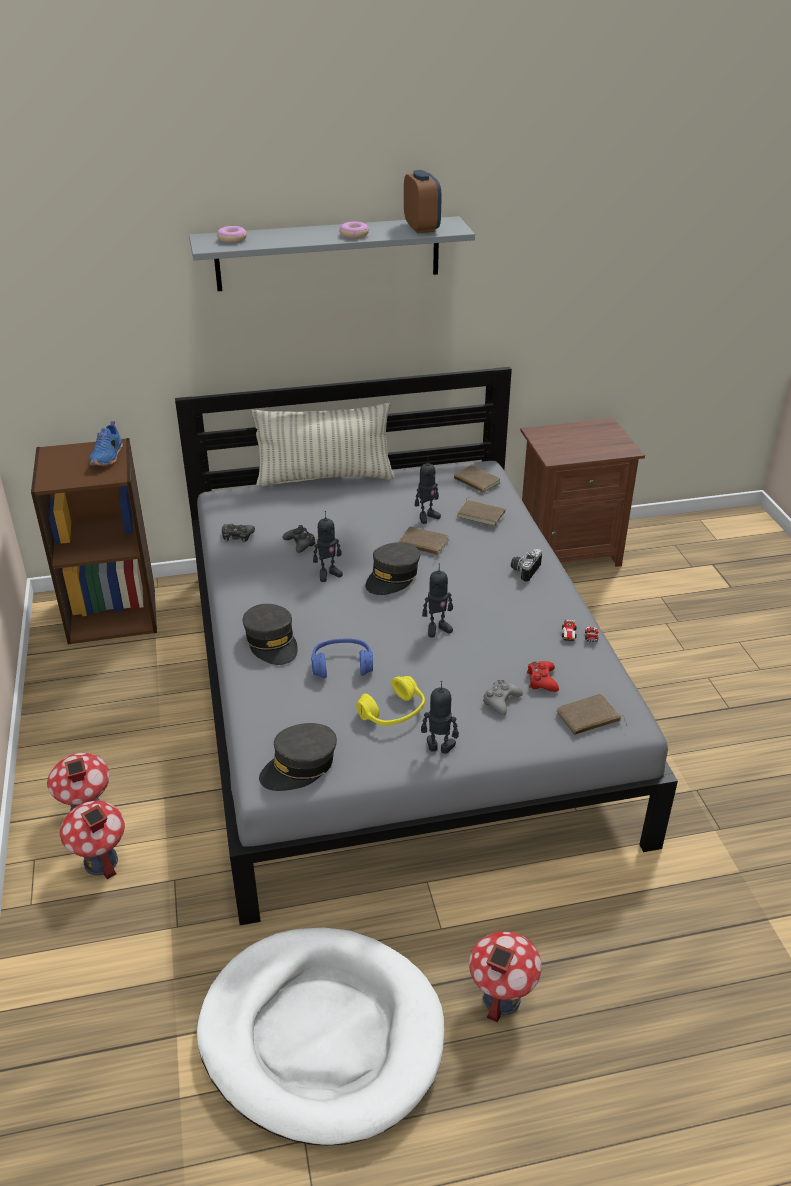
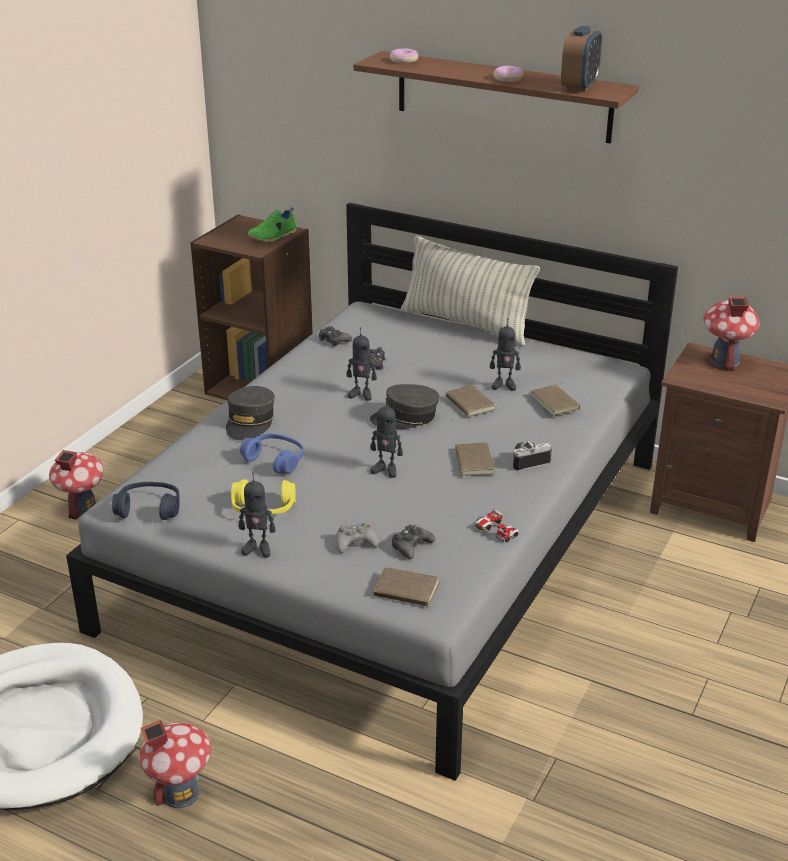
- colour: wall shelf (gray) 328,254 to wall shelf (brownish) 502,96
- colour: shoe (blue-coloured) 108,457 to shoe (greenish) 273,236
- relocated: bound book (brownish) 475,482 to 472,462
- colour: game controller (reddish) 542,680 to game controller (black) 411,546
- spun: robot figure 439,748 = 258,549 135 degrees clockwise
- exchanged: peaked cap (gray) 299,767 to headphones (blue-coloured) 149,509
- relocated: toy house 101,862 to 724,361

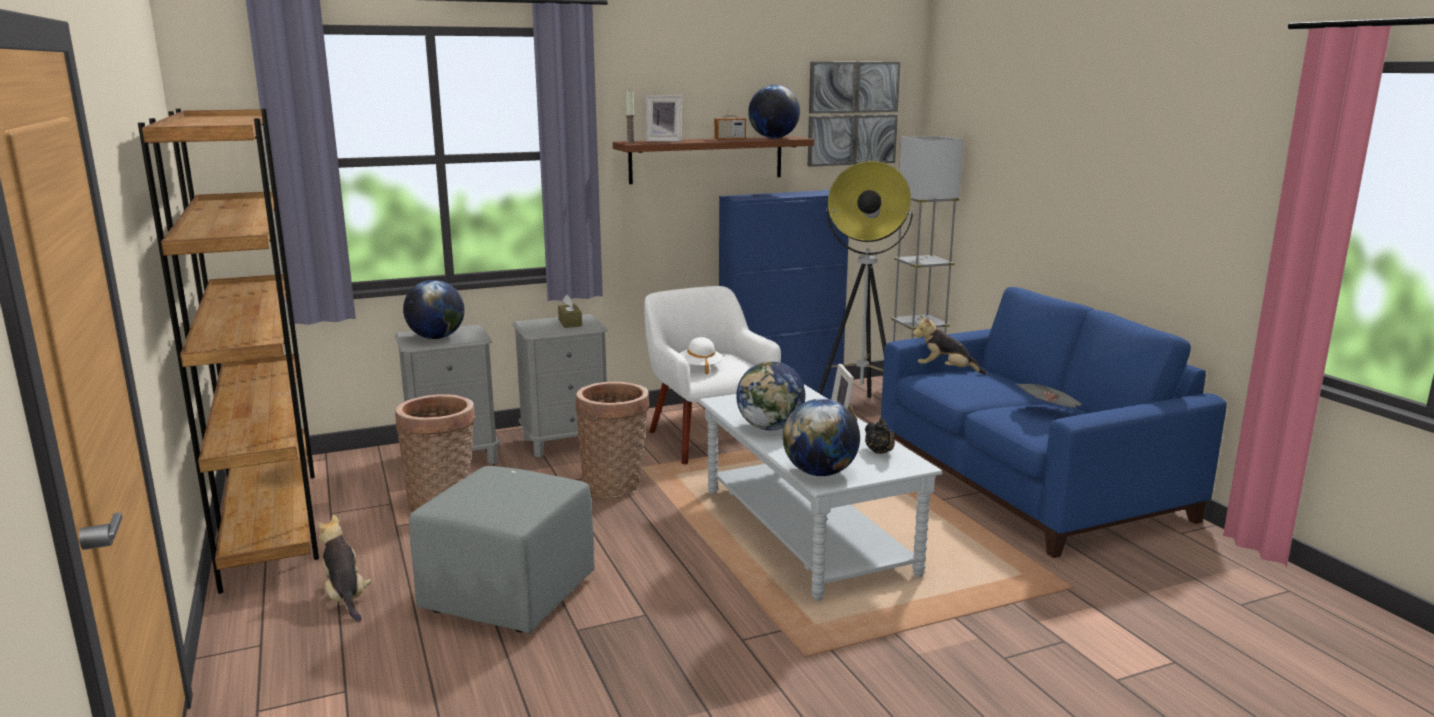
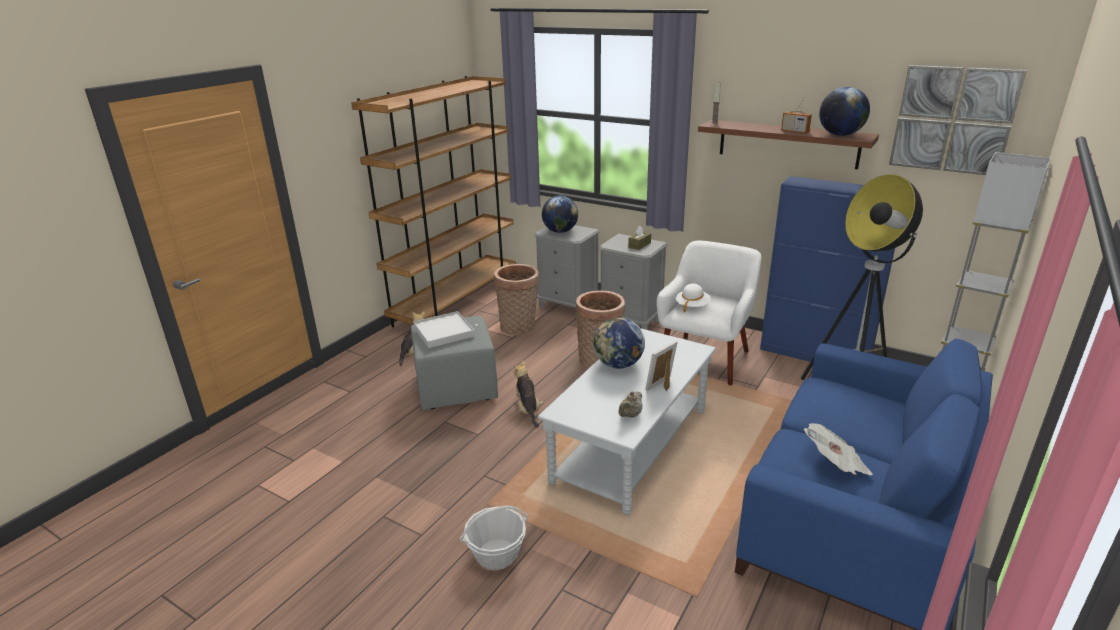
- missing: picture frame 664,141
- relocated: soft toy 946,371 to 528,410
- missing: world globe 820,473
- colour: tea pot (black) 879,452 to tea pot (beige) 630,415
- appeared: tray (white-coloured) 444,332
- appeared: household basket 496,554

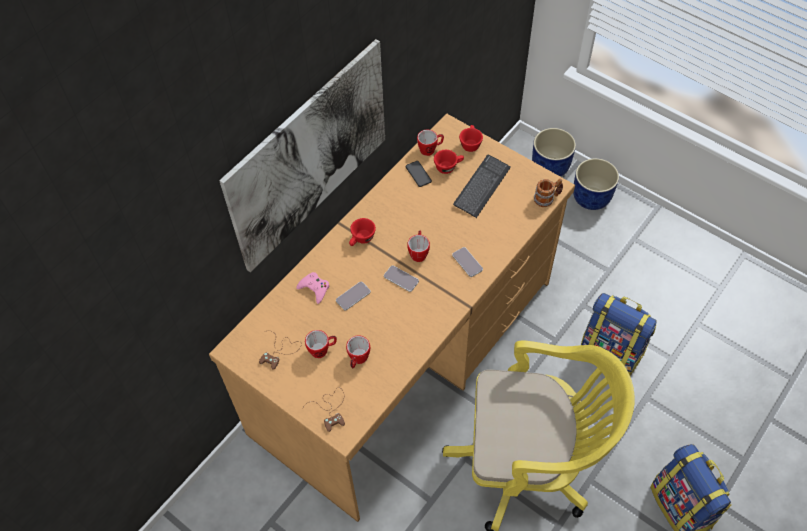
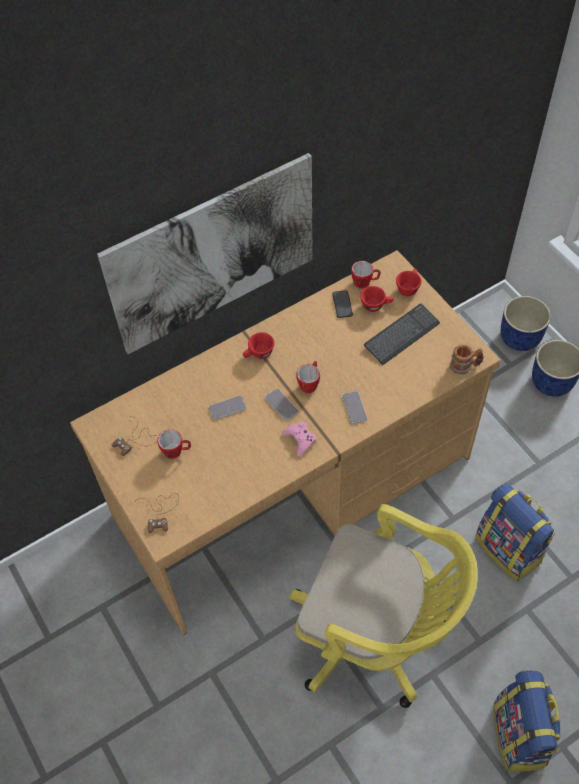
- relocated: game controller (pink) 314,288 to 300,439
- missing: mug 358,360

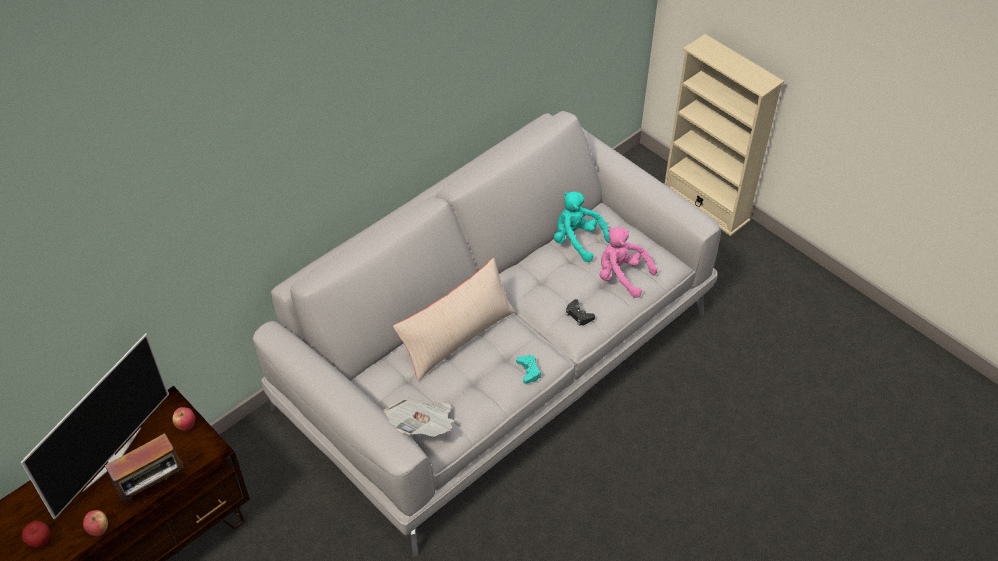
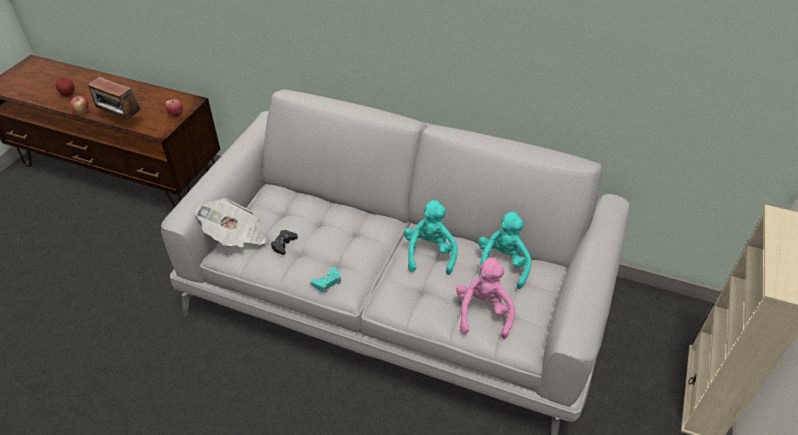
- missing: cushion (beige) 457,336
- relocated: game controller (black) 578,315 to 284,244
- missing: television 111,458
- appeared: soft toy (turquoise) 430,253

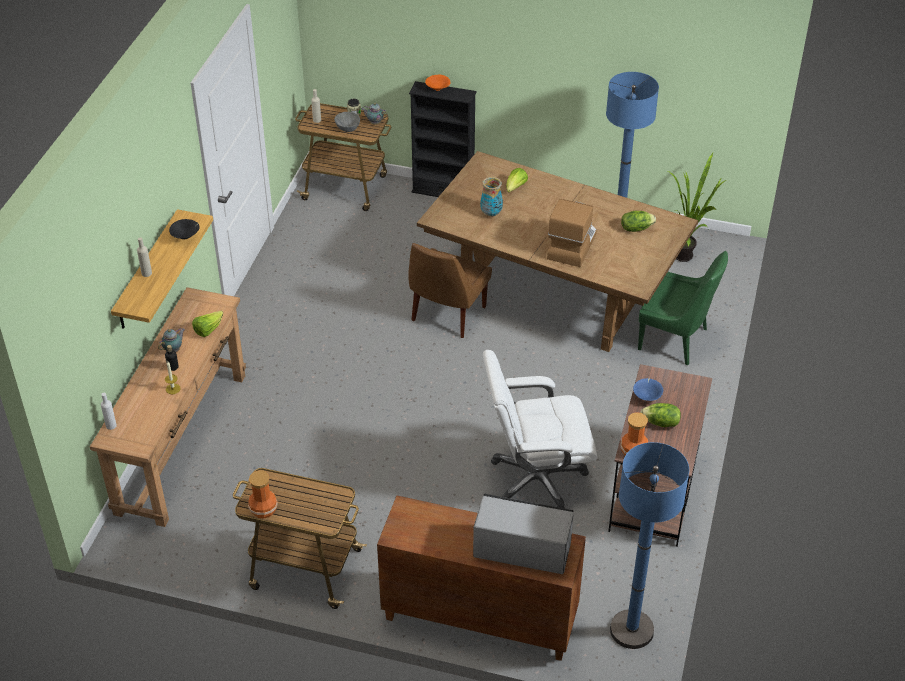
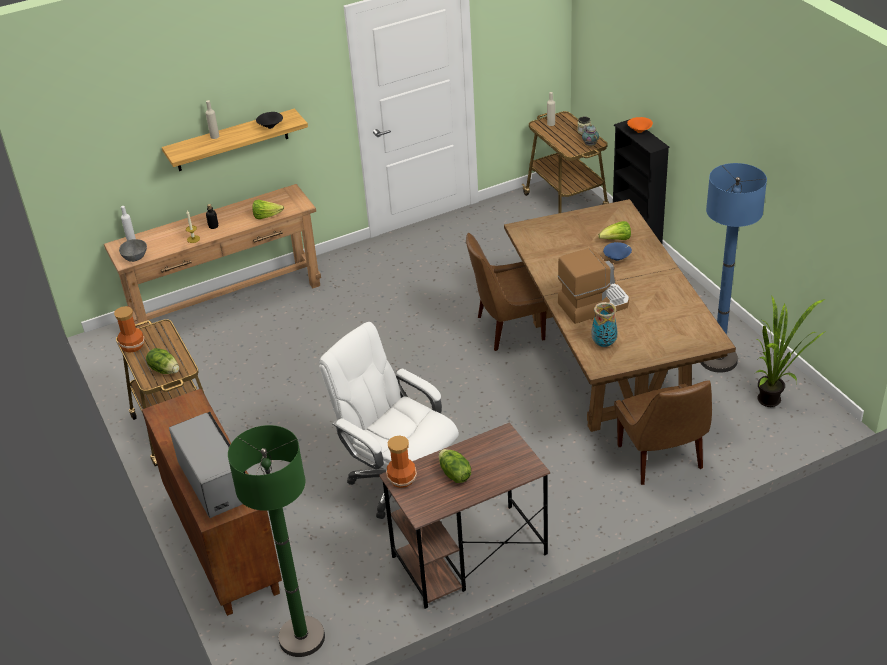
- relocated: bowl (gray) 347,128 to 135,257
- relocated: decorative vase 491,213 to 604,344
- relocated: lettuce 636,228 to 165,369
- colour: chair (greenish) 675,340 to chair (brownish) 661,459
- missing: tea pot 174,350
- relocated: bowl (blue-coloured) 647,396 to 617,258
- colour: standing lamp (blue-coloured) 631,630 to standing lamp (greenish) 301,637

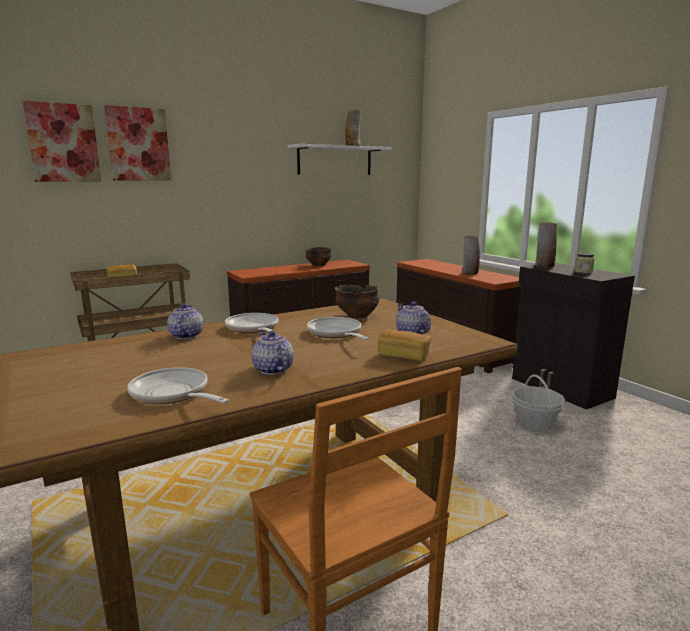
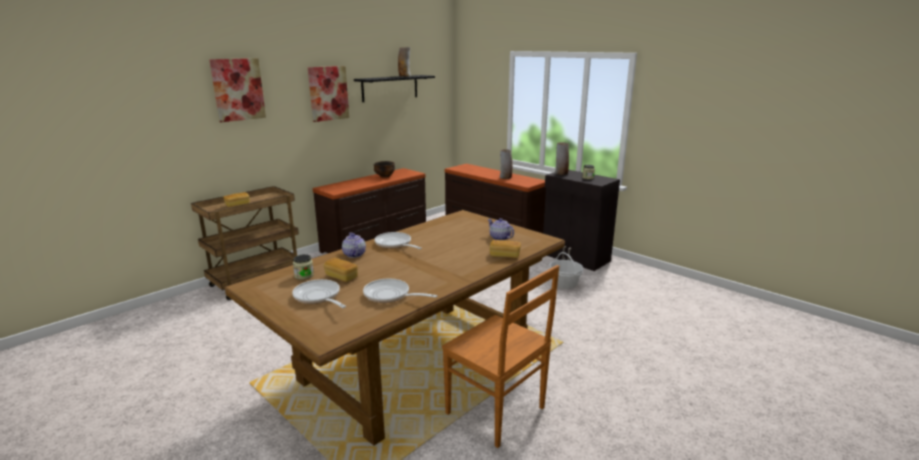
- relocated: picture 63,143 to 328,93
- colour: wall shelf (white-coloured) 335,160 to wall shelf (black) 390,88
- missing: bowl 357,316
- relocated: skillet 336,333 to 318,297
- missing: tea pot 273,369
- appeared: storage jar 304,275
- appeared: baked bread 341,277

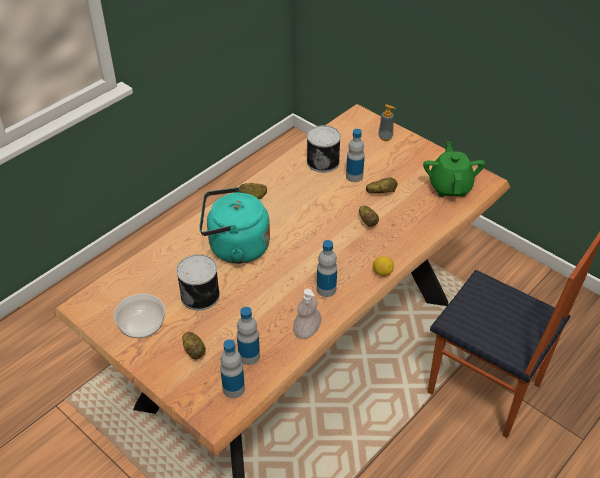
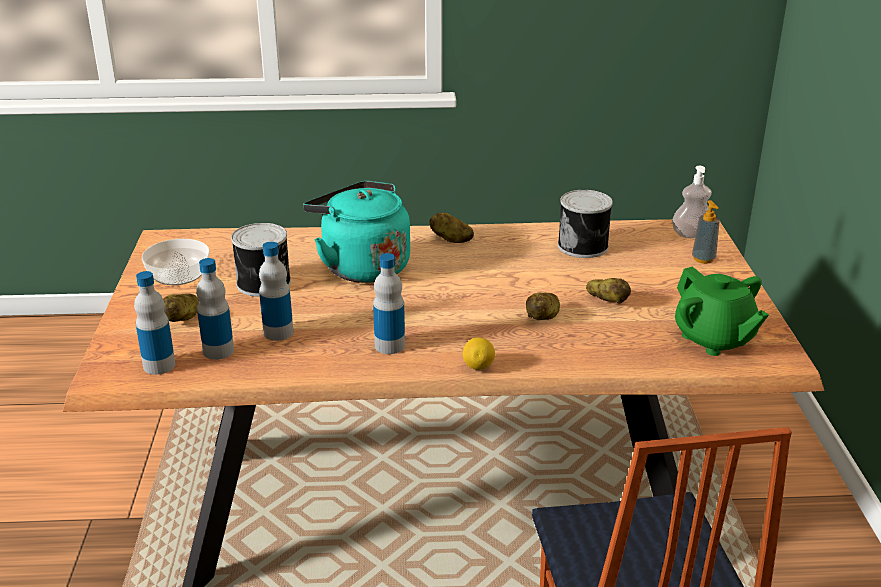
- relocated: bottle 354,176 to 278,332
- spun: tea pot (greenish) 450,187 = 714,339 105 degrees clockwise
- relocated: liquid soap bottle 307,331 to 691,234

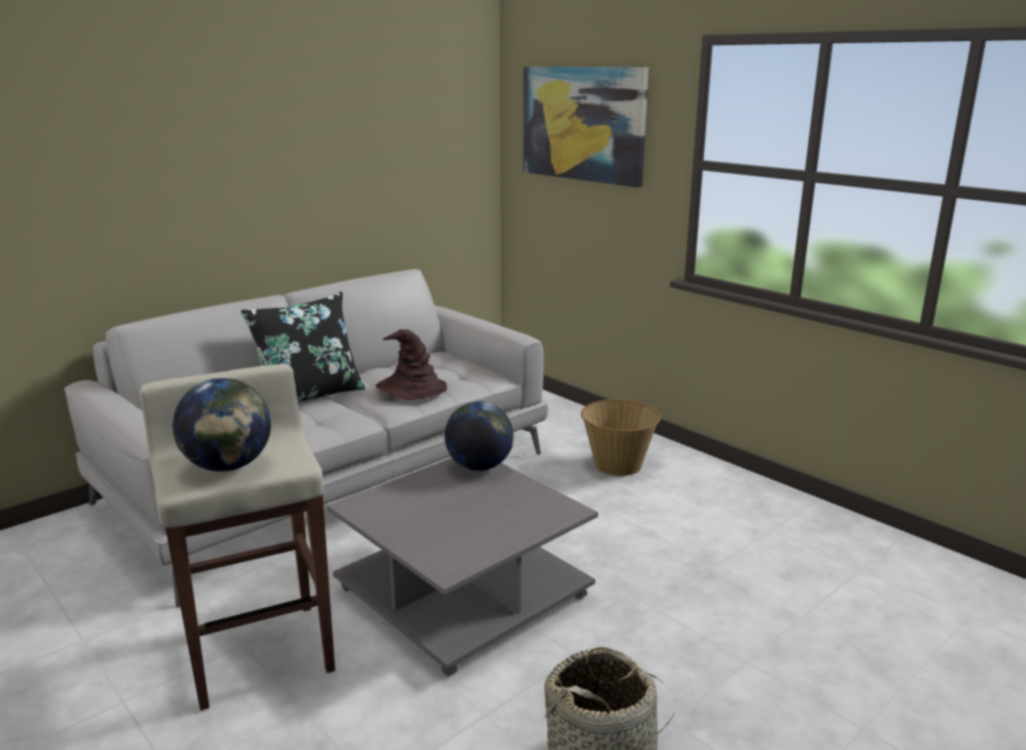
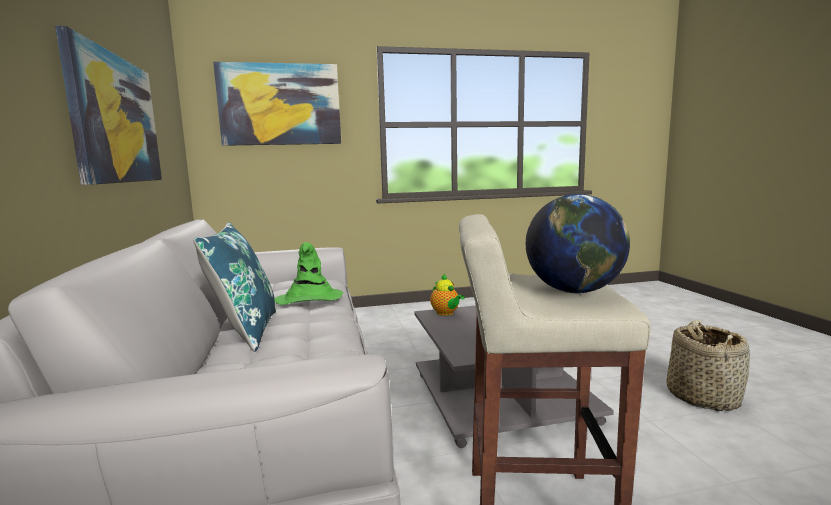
- colour: cushion (black) 309,396 to cushion (blue-coloured) 245,331
- colour: wearable hat (brownish) 410,389 to wearable hat (greenish) 309,299
- missing: household basket 618,464
- exchanged: world globe 479,467 to tea pot 446,313
- appeared: picture 115,119

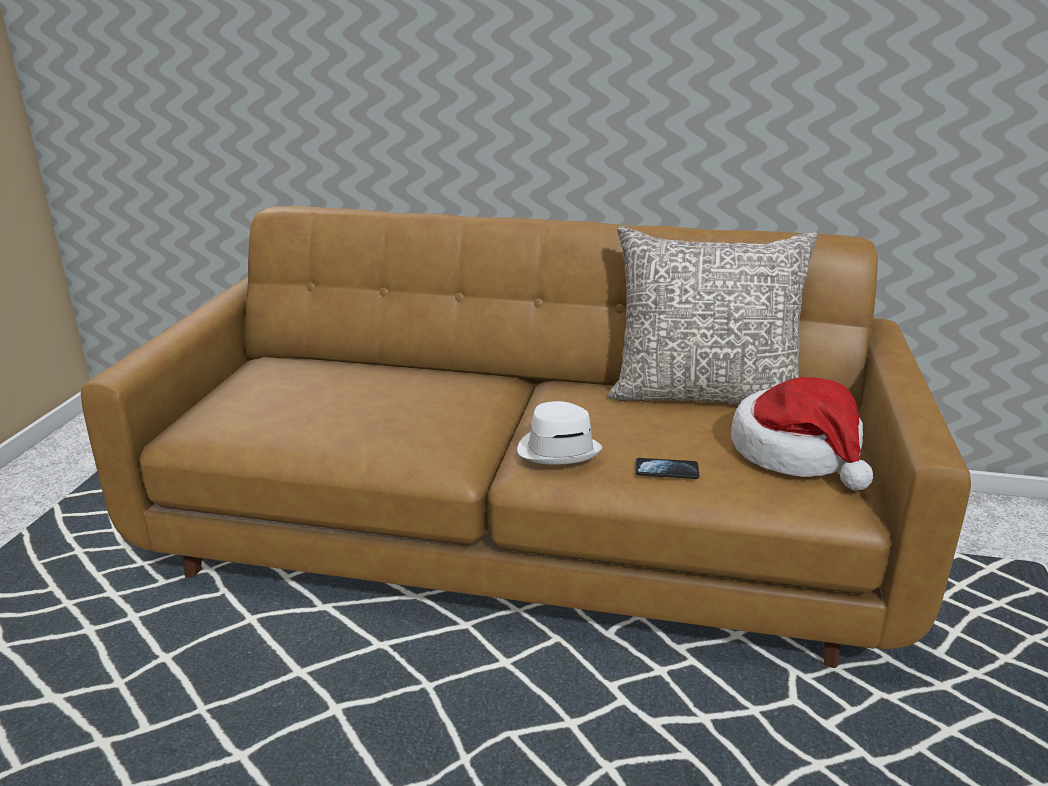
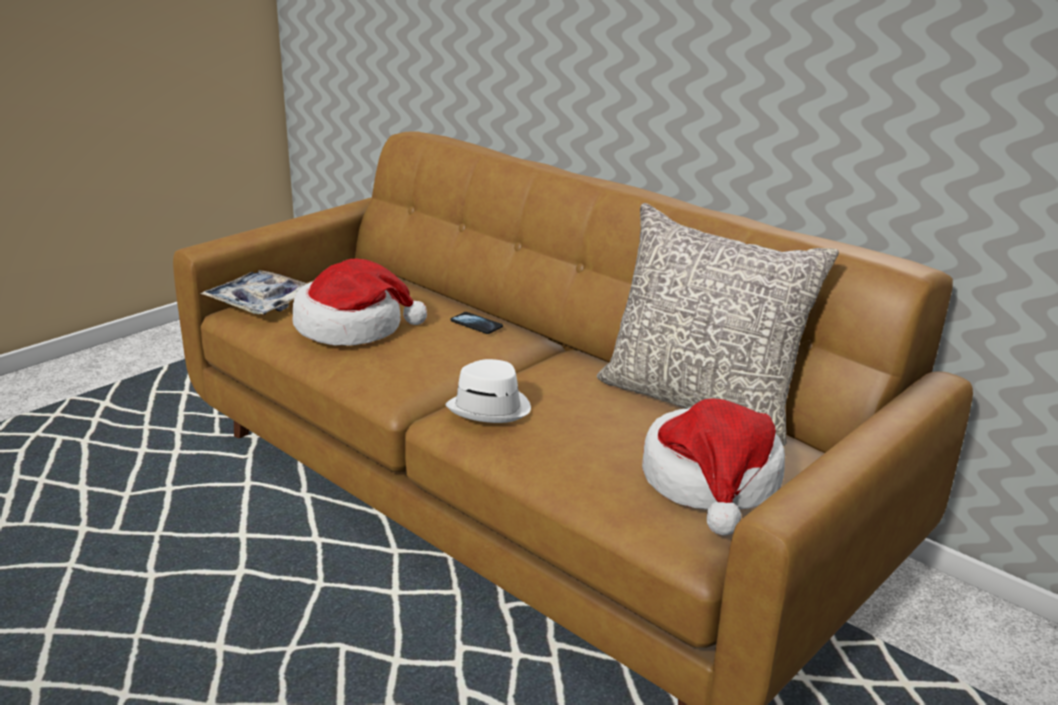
- relocated: telephone 666,470 to 476,324
- appeared: wearable hat 352,327
- appeared: tray 261,302

